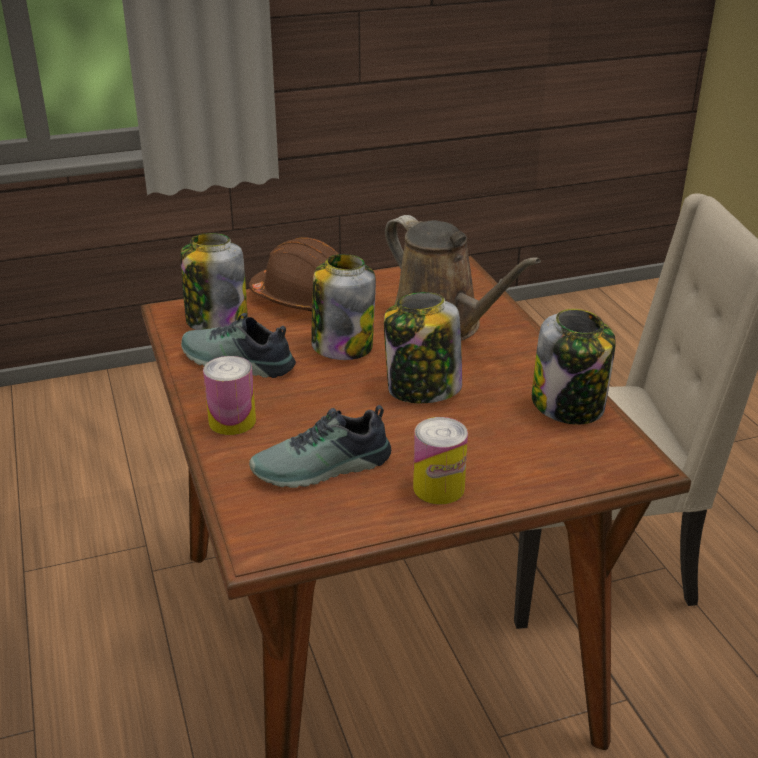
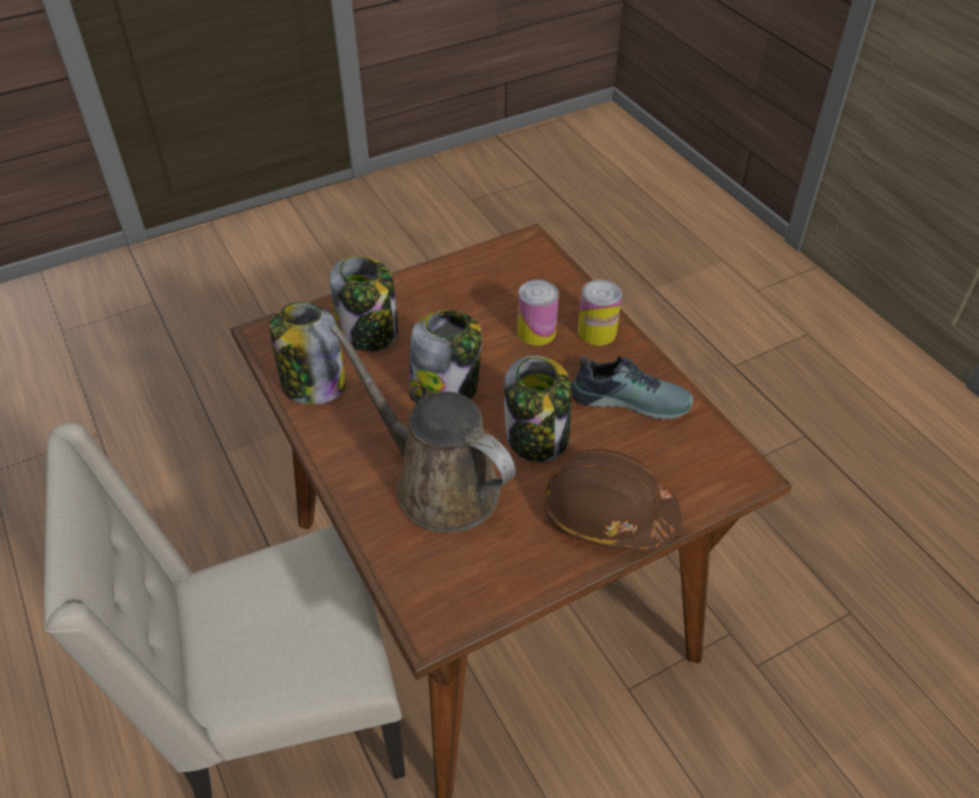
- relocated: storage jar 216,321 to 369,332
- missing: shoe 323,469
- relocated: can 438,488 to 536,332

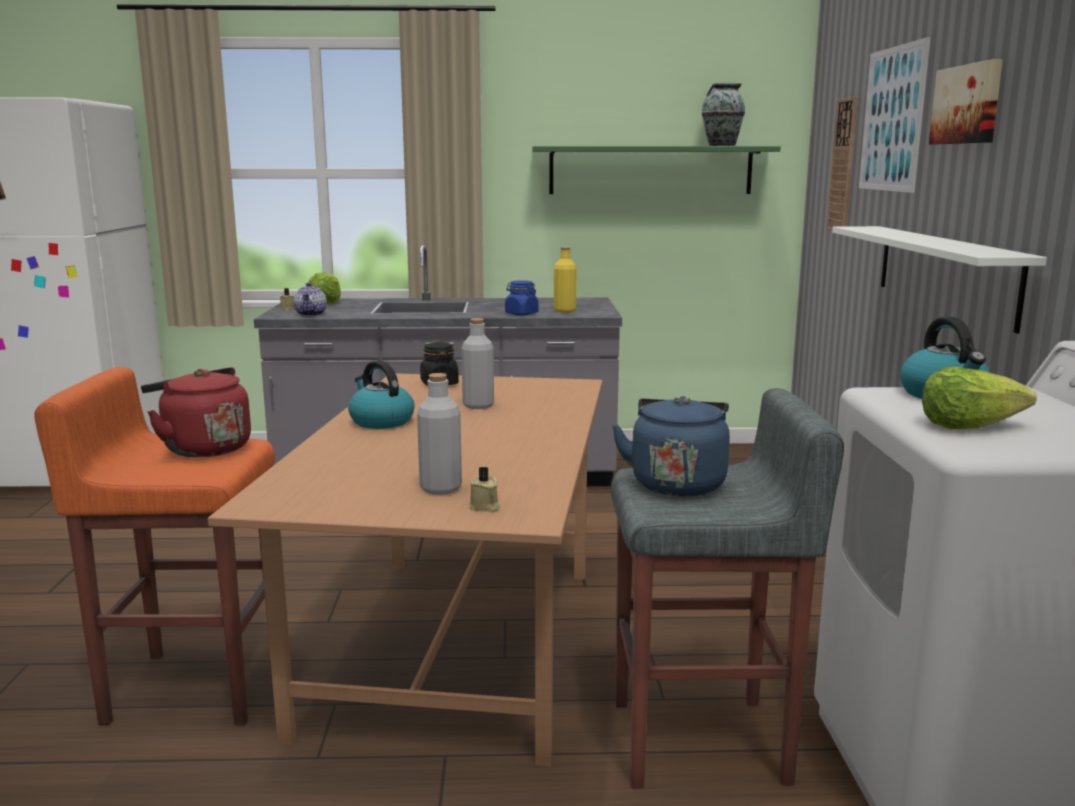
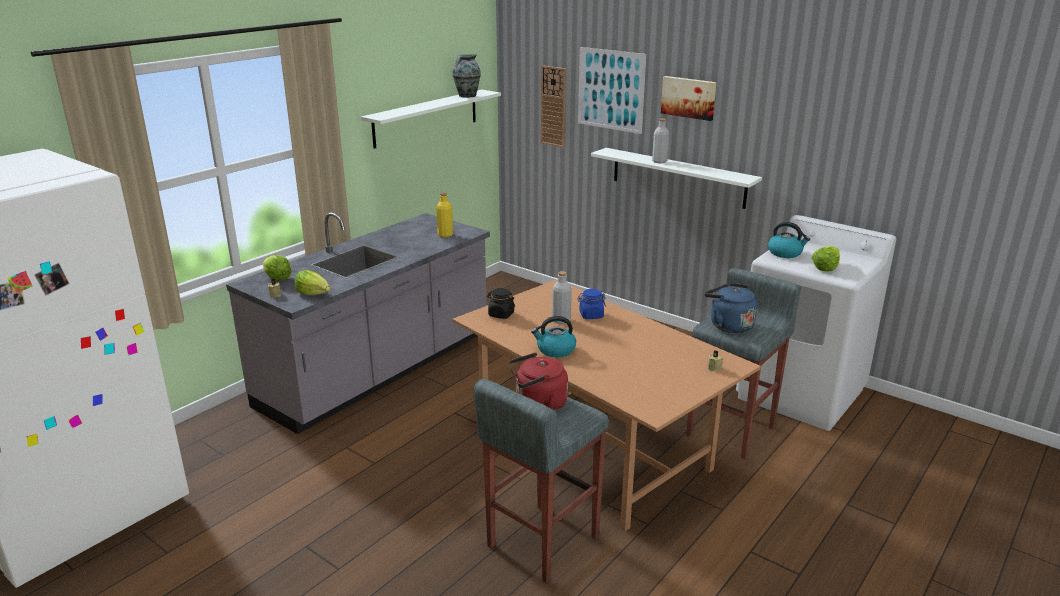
- colour: wall shelf (greenish) 650,170 to wall shelf (white-coloured) 426,118
- relocated: storage jar (blue-coloured) 521,313 to 591,315
- exchanged: tea pot 311,314 to lettuce 314,294
- colour: sitting stool (orange) 194,686 to sitting stool (gray) 541,541
- relocated: bottle (gray) 440,488 to 659,161

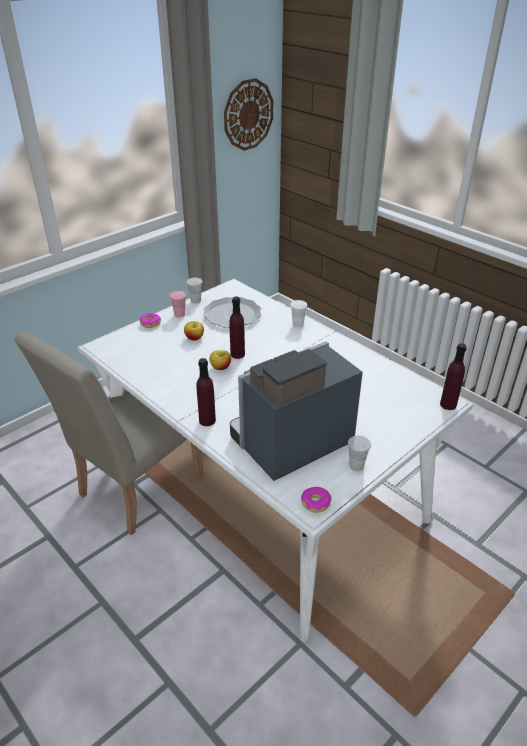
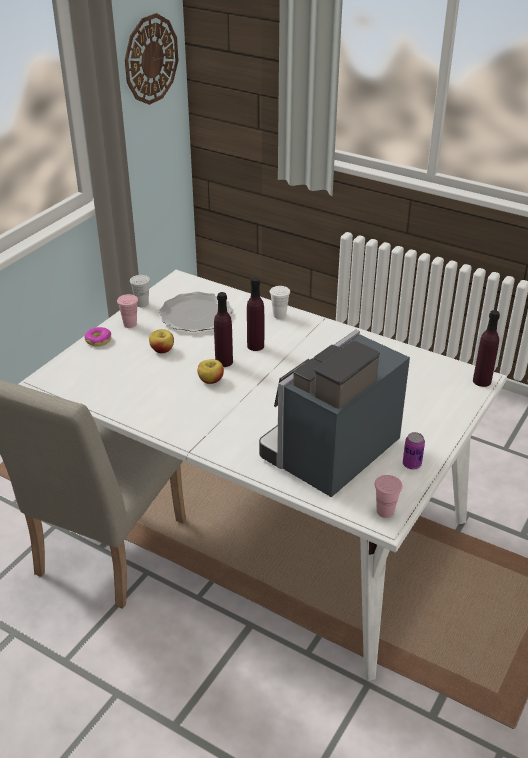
- relocated: bottle (purple) 207,420 to 255,346
- exchanged: cup (white-coloured) 356,466 to can 411,464
- exchanged: ring doughnut 316,503 to cup (pink) 385,511

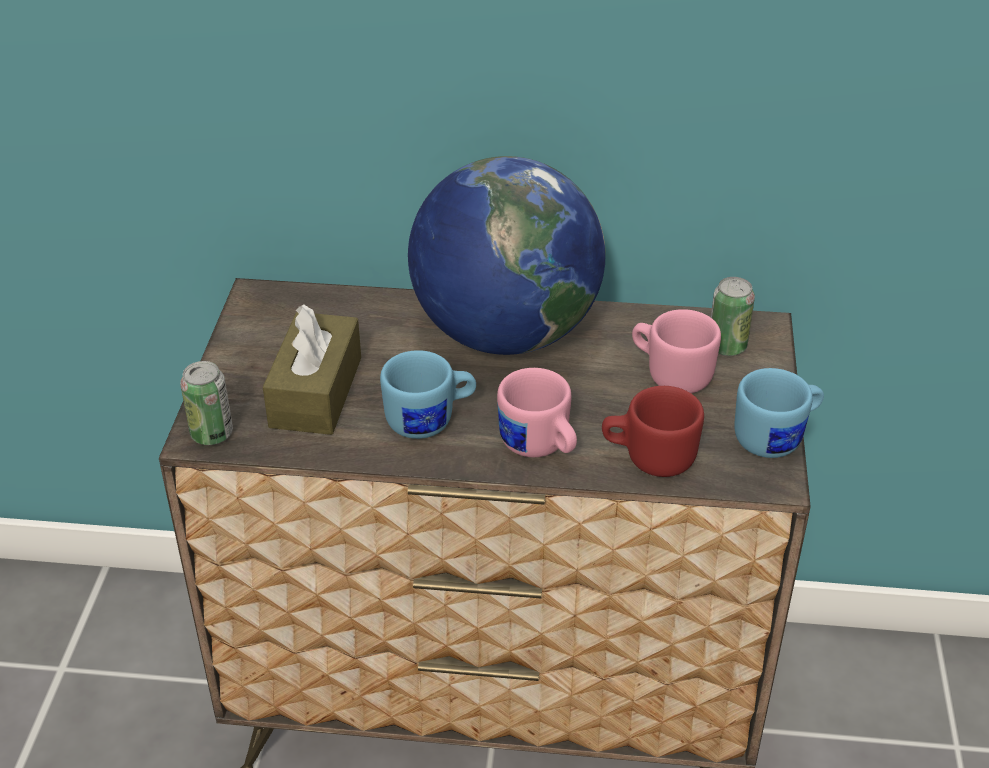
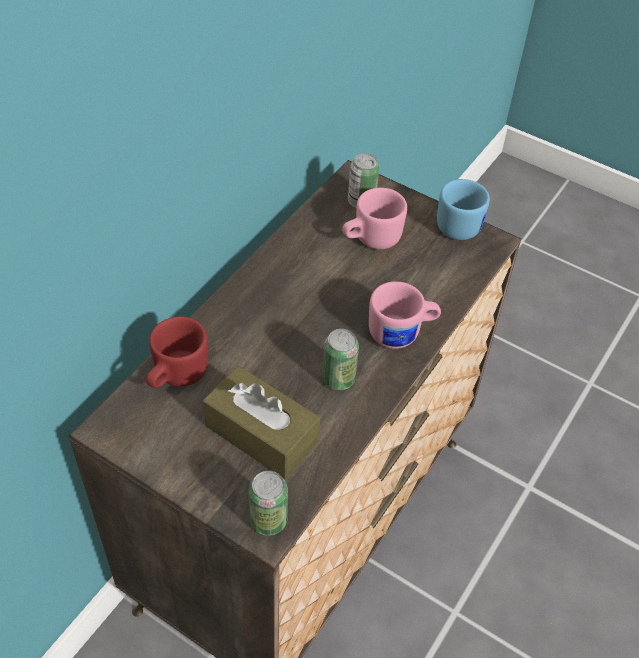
- missing: world globe 505,333
- exchanged: mug (blue-coloured) 430,420 to can 338,379
- relocated: mug (reddish) 648,457 to 175,375

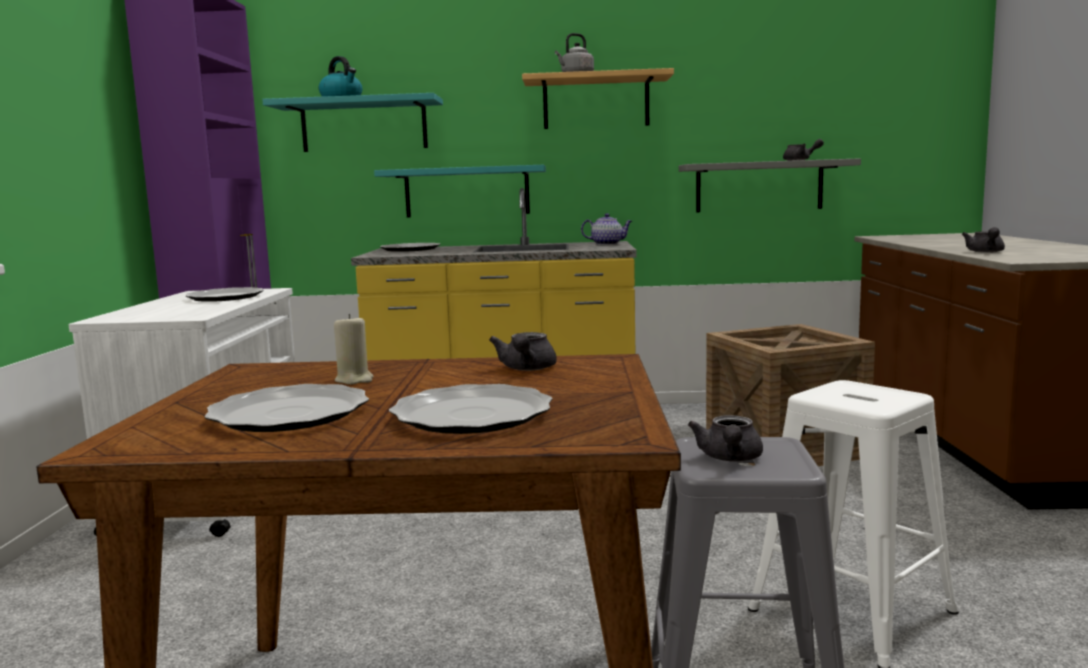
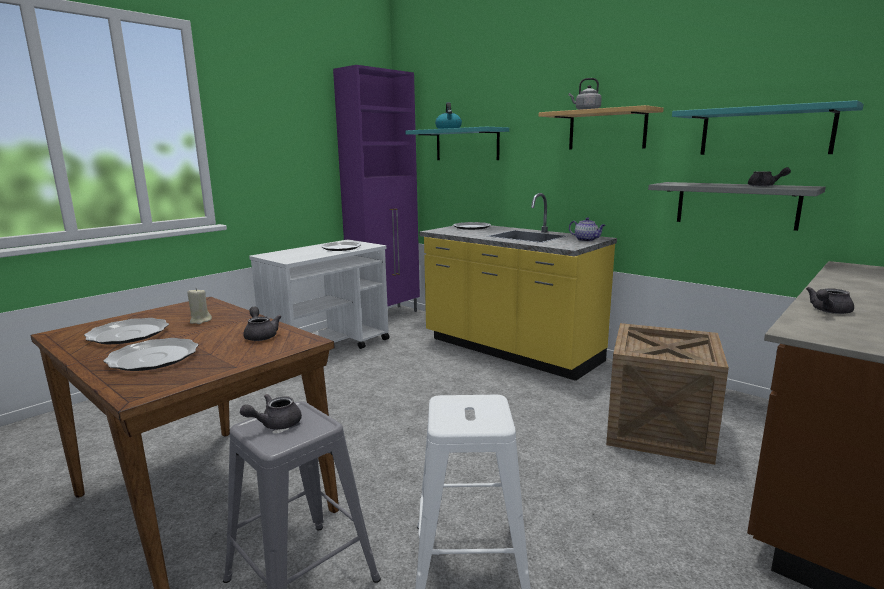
- relocated: wall shelf (turquoise) 467,192 to 765,131
- spun: tea pot (gray) 526,369 = 261,335 105 degrees clockwise

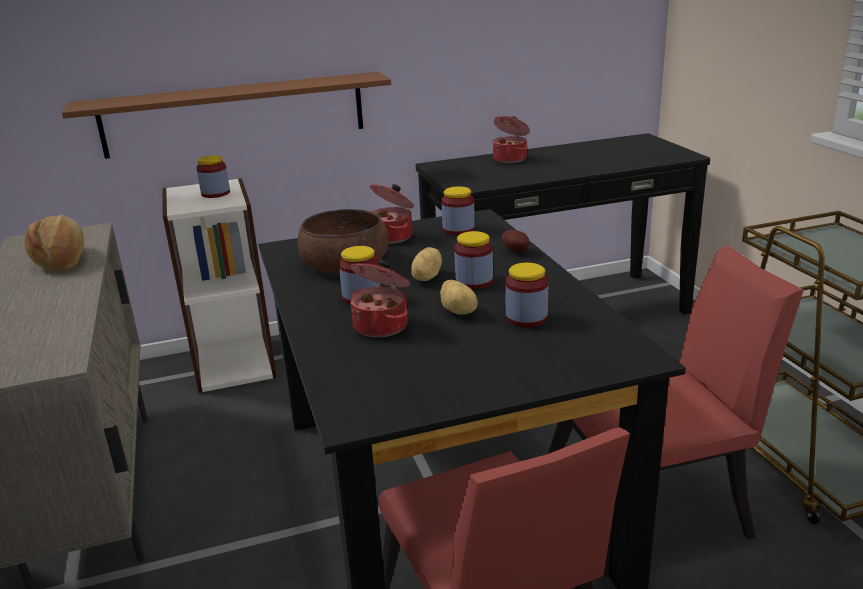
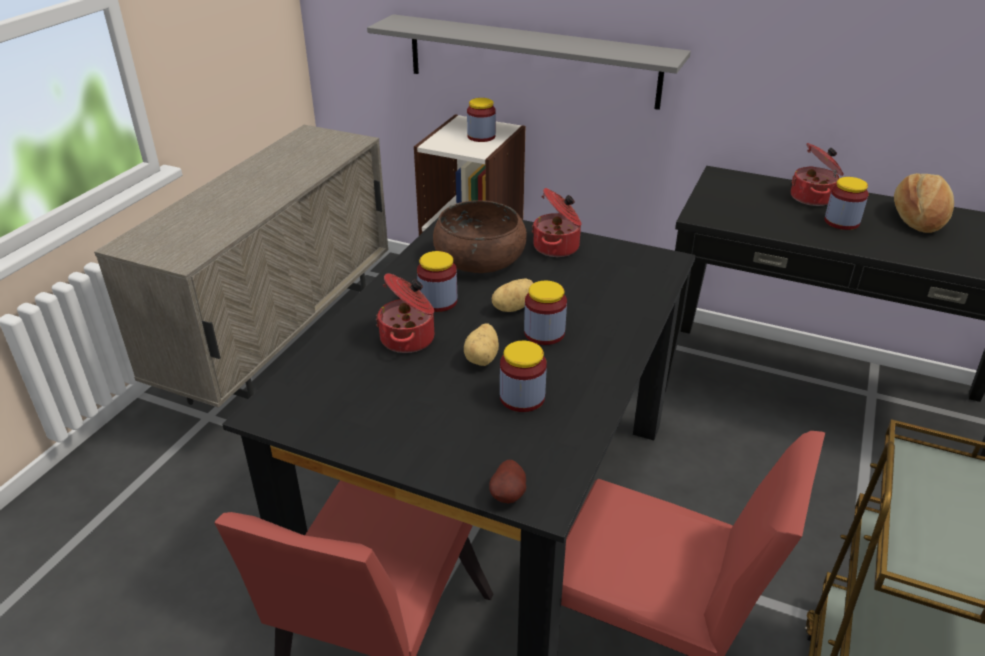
- colour: wall shelf (brownish) 235,114 to wall shelf (gray) 531,61
- relocated: storage jar 458,229 to 841,222
- relocated: baked bread 62,260 to 919,218
- relocated: potato 516,251 to 509,495

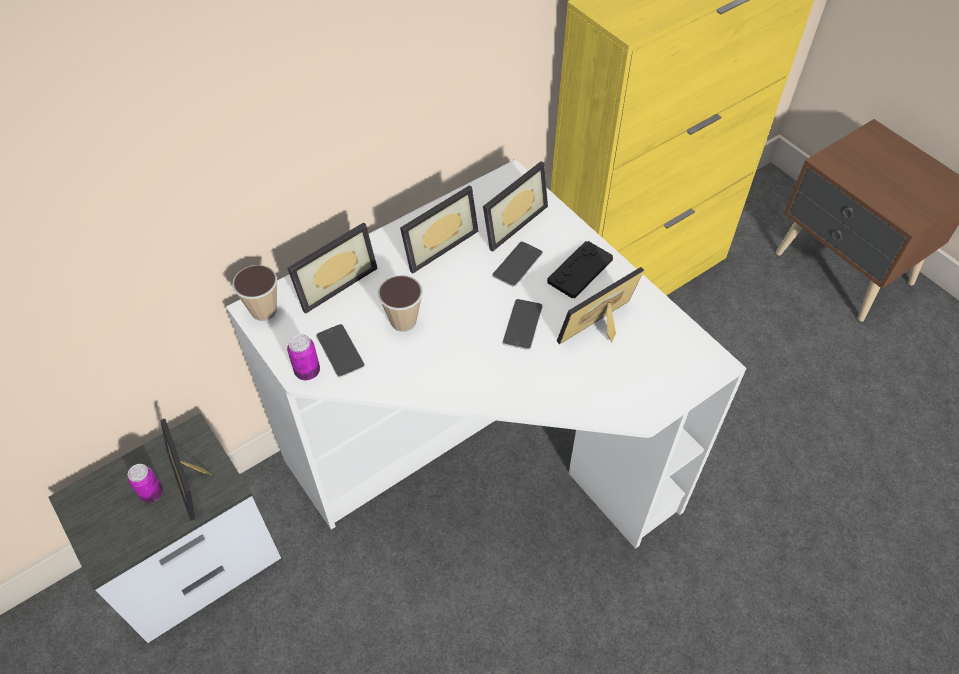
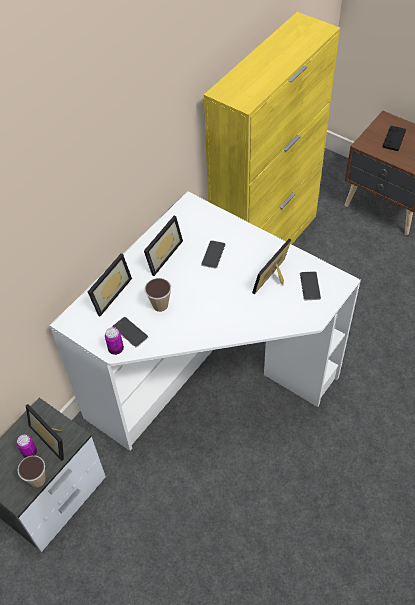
- missing: picture frame 509,221
- relocated: game controller (black) 580,270 to 394,139
- relocated: cup 264,311 to 37,480
- relocated: telephone 522,324 to 310,286

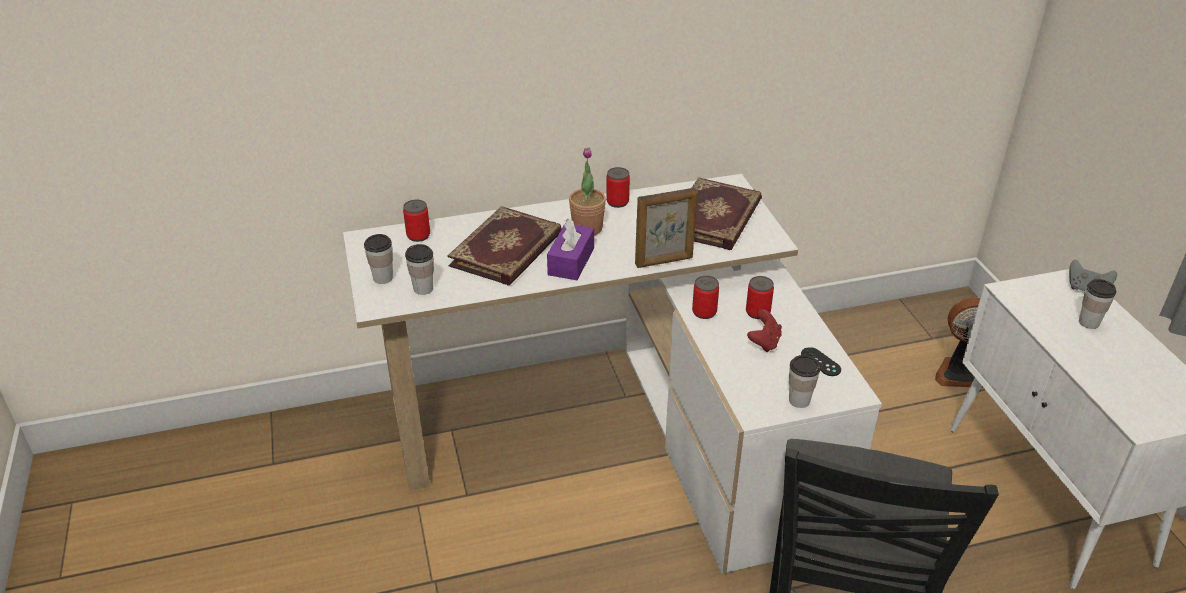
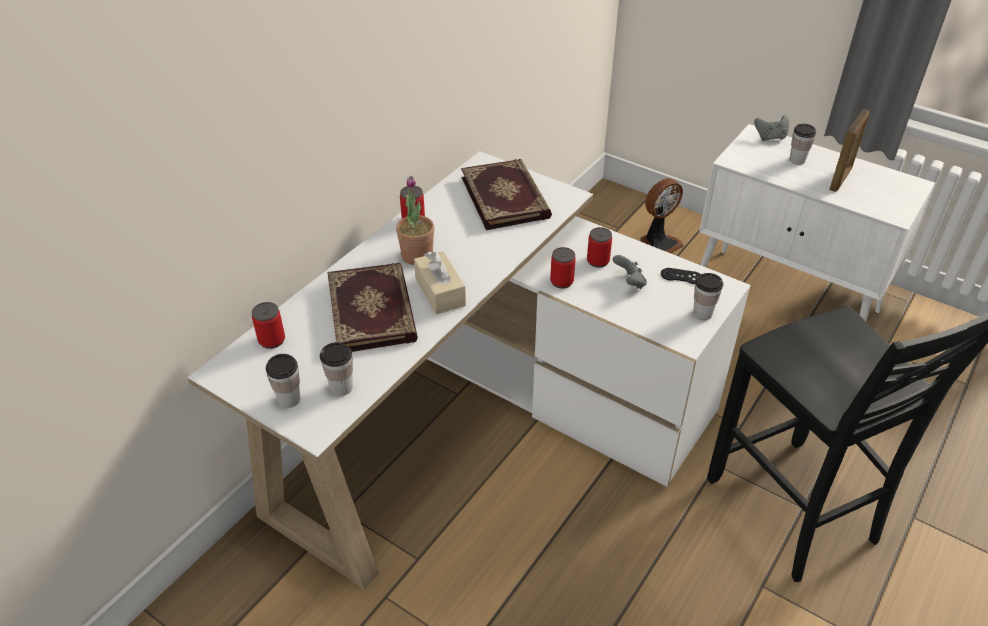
- relocated: picture frame 664,261 to 840,179
- colour: tissue box (purple) 571,261 to tissue box (beige) 440,292
- colour: game controller (reddish) 764,342 to game controller (gray) 629,282

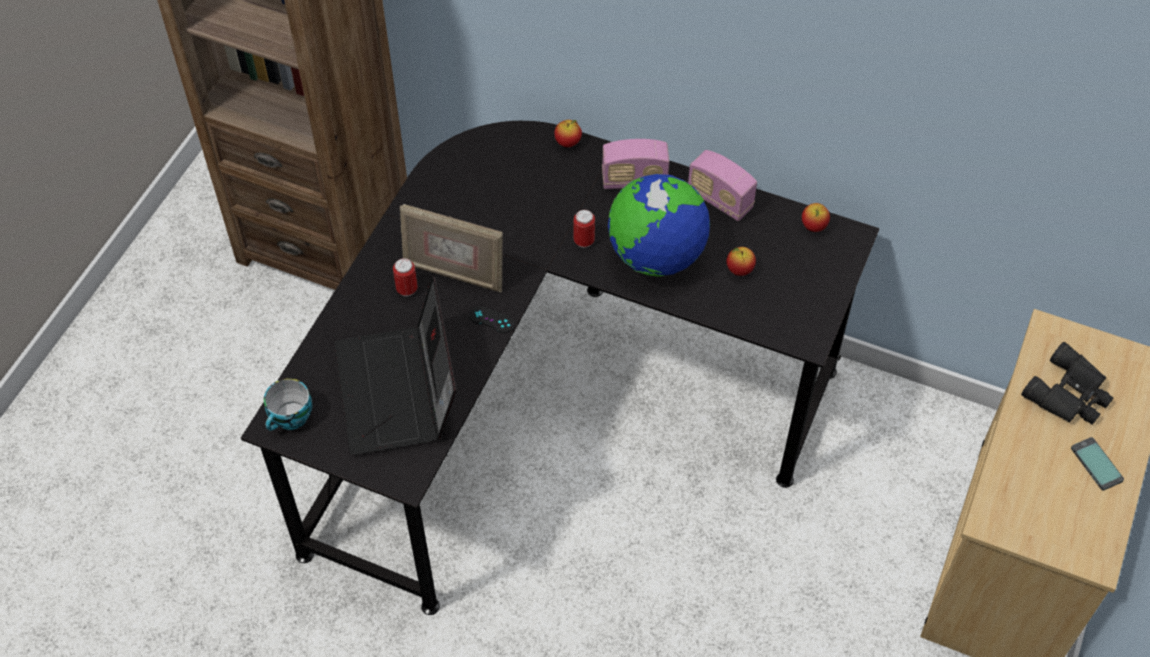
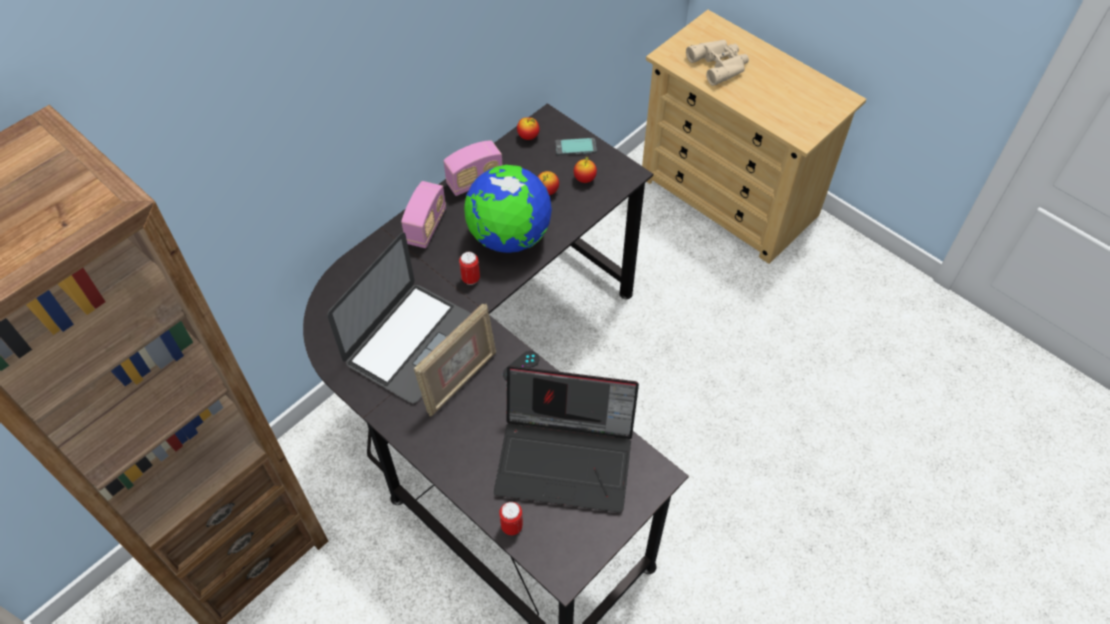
- relocated: whole apple 568,142 to 584,179
- relocated: can 407,289 to 512,526
- colour: binoculars (black) 1070,394 to binoculars (beige) 720,64
- missing: cup 291,418
- relocated: telephone 1096,464 to 575,147
- appeared: portable computer 413,342

